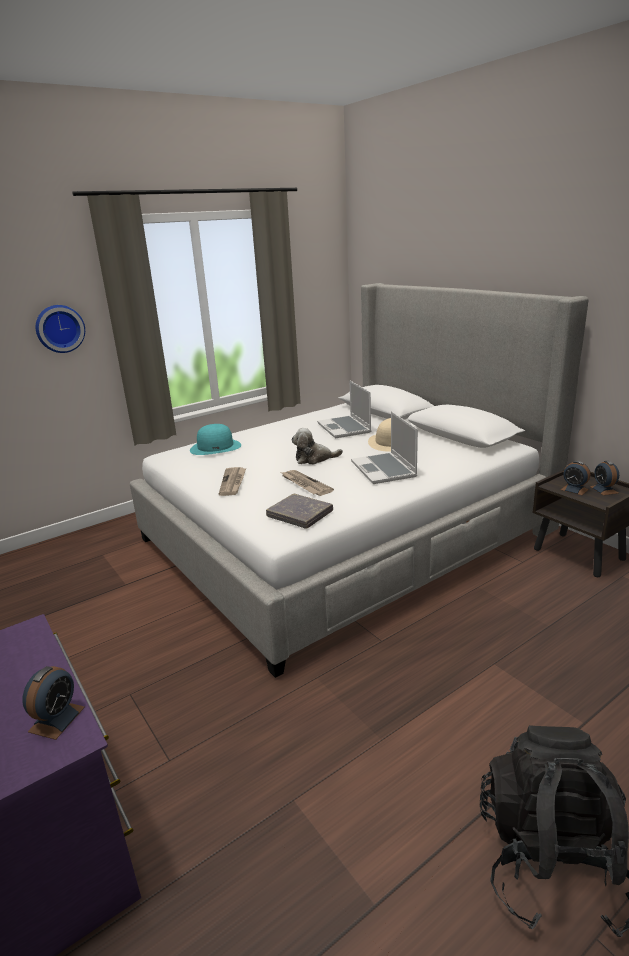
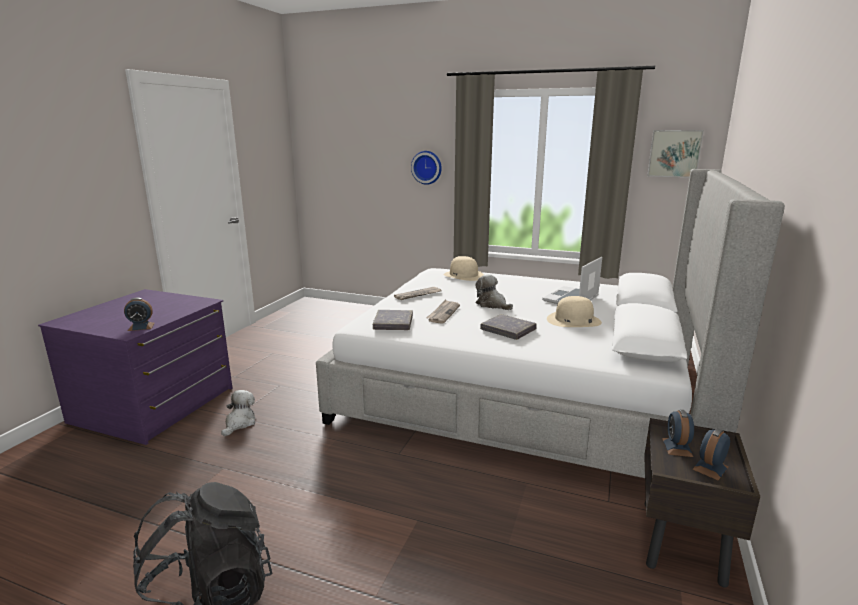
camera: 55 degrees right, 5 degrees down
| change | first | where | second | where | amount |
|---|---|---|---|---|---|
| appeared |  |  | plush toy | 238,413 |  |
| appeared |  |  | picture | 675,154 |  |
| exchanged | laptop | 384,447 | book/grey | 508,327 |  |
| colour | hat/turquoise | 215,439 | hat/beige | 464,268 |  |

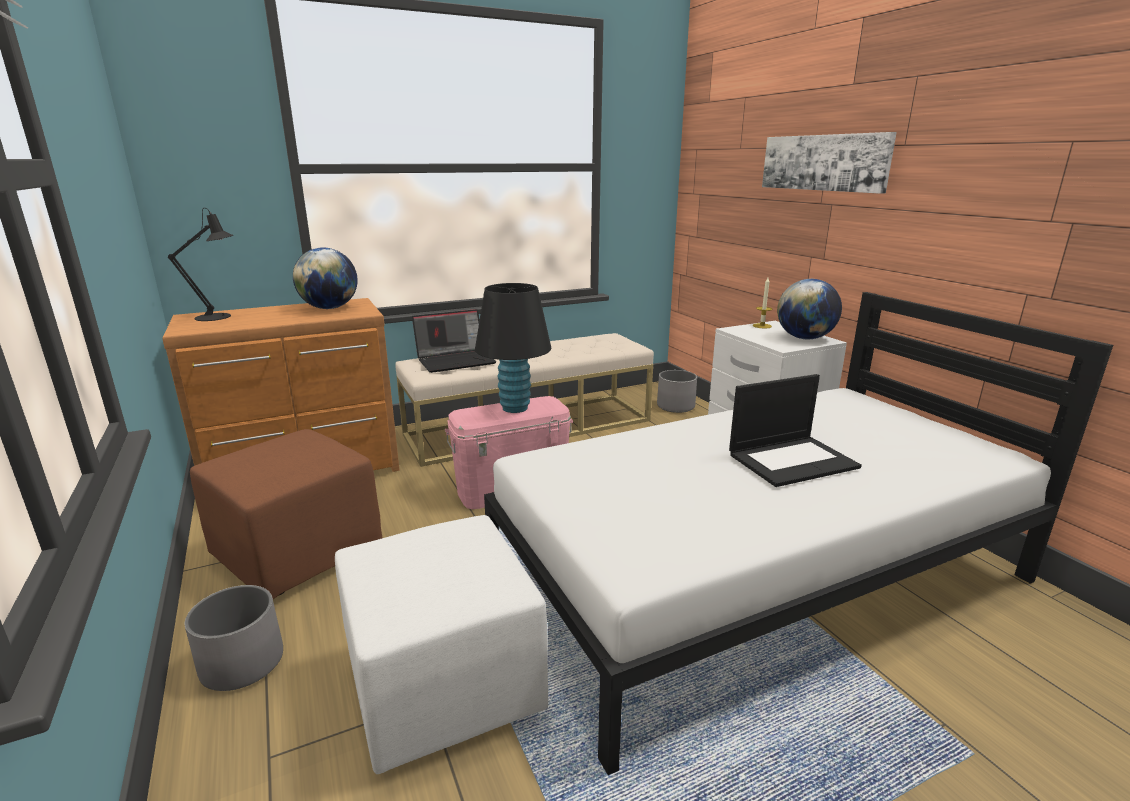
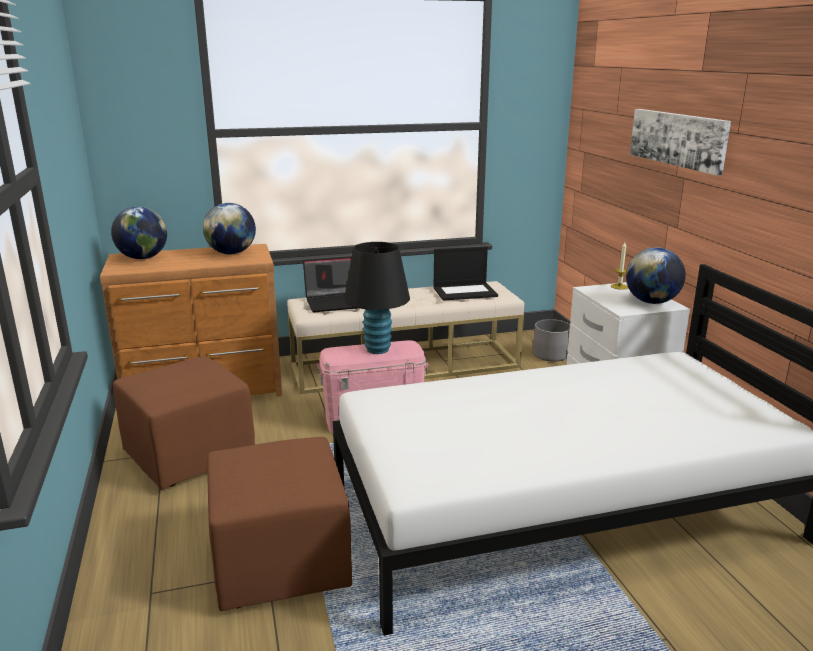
camera: 10 degrees right, 0 degrees up
| change | first | where | second | where | amount |
|---|---|---|---|---|---|
| missing | planter/grey | 234,638 |  |  |  |
| relocated | laptop | 795,430 |  | 466,273 |  |
| exchanged | table lamp/black | 201,264 | globe | 139,232 |  |
| colour | ottoman/white | 441,644 | ottoman/brown | 279,524 |  |

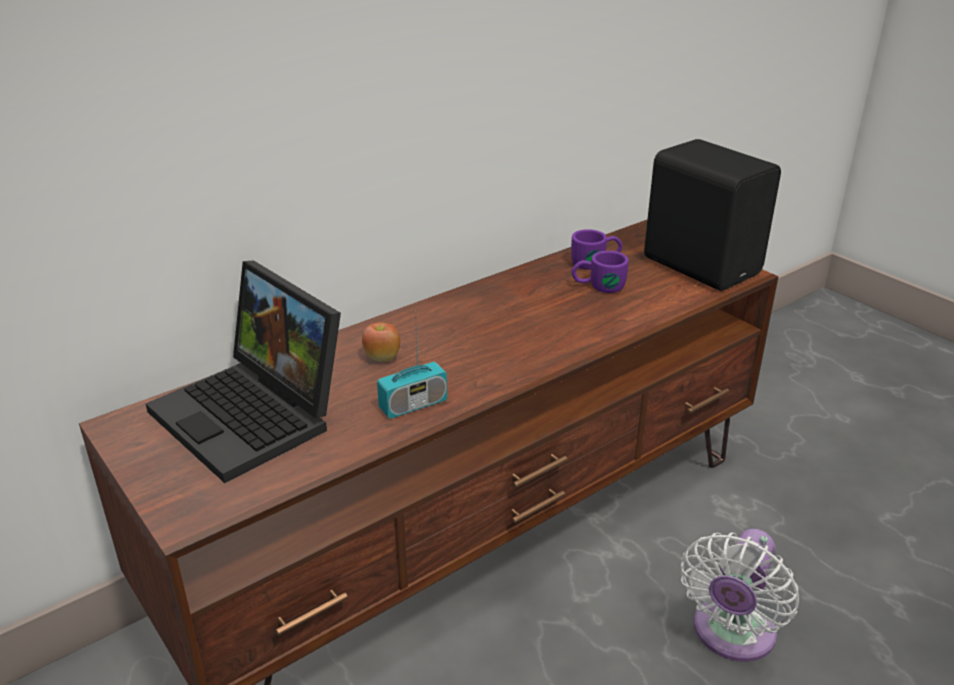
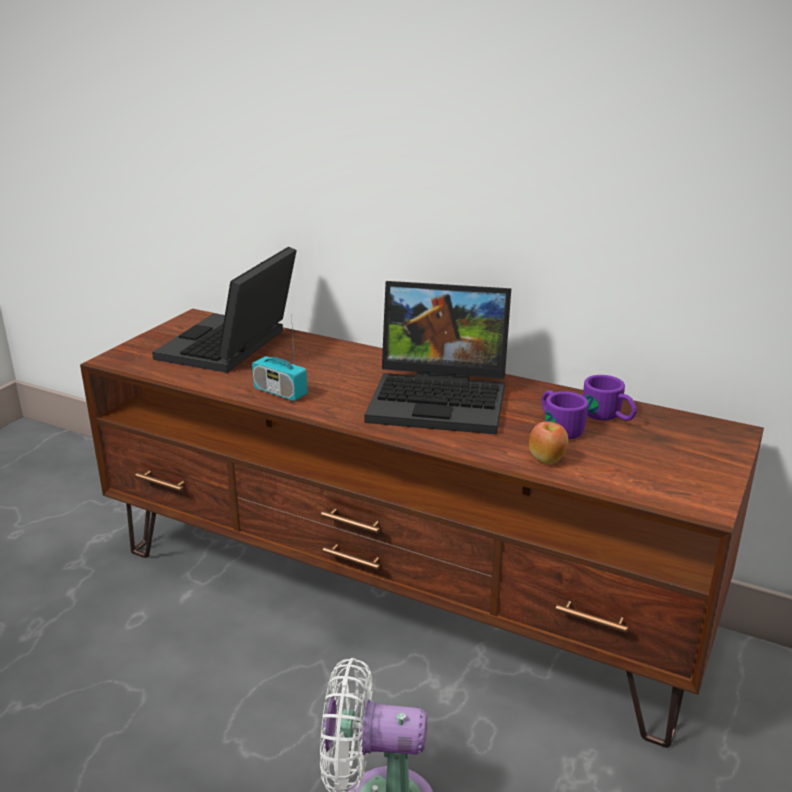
camera: 65 degrees right, 5 degrees down
| change | first | where | second | where | amount |
|---|---|---|---|---|---|
| missing | speaker/black | 712,215 |  |  |  |
| appeared |  |  | laptop | 437,357 |  |
| relocated | apple | 381,341 |  | 548,442 |  |

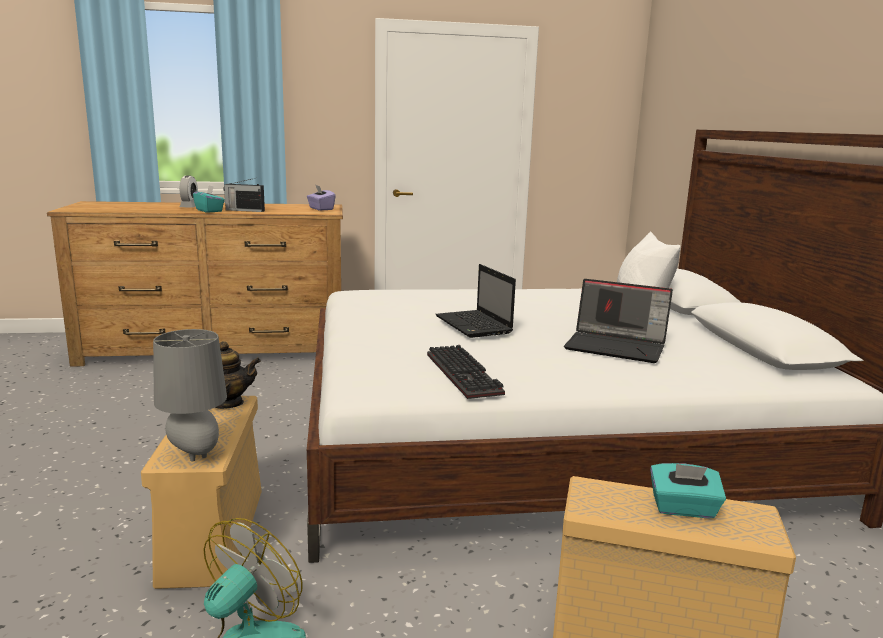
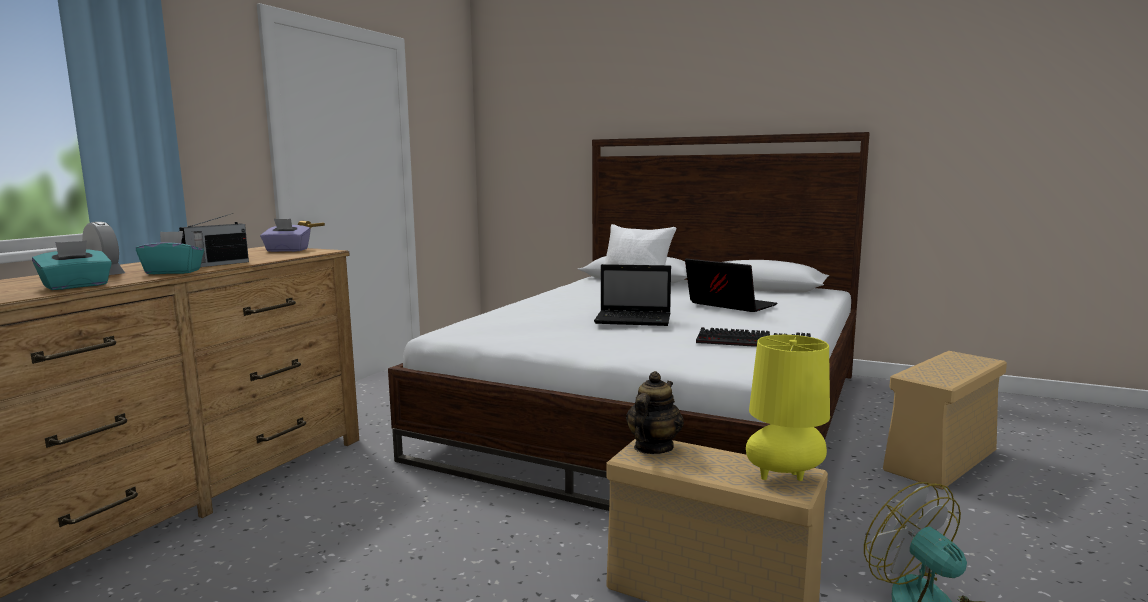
camera: 55 degrees left, 5 degrees down
| change | first | where | second | where | amount |
|---|---|---|---|---|---|
| relocated | tissue box/turquoise | 688,490 |  | 72,265 |  |
| colour | table lamp/grey | 190,395 | table lamp/yellow | 788,408 |  |
| spun | laptop | 618,321 |  | 731,285 | 105 degrees counterclockwise |

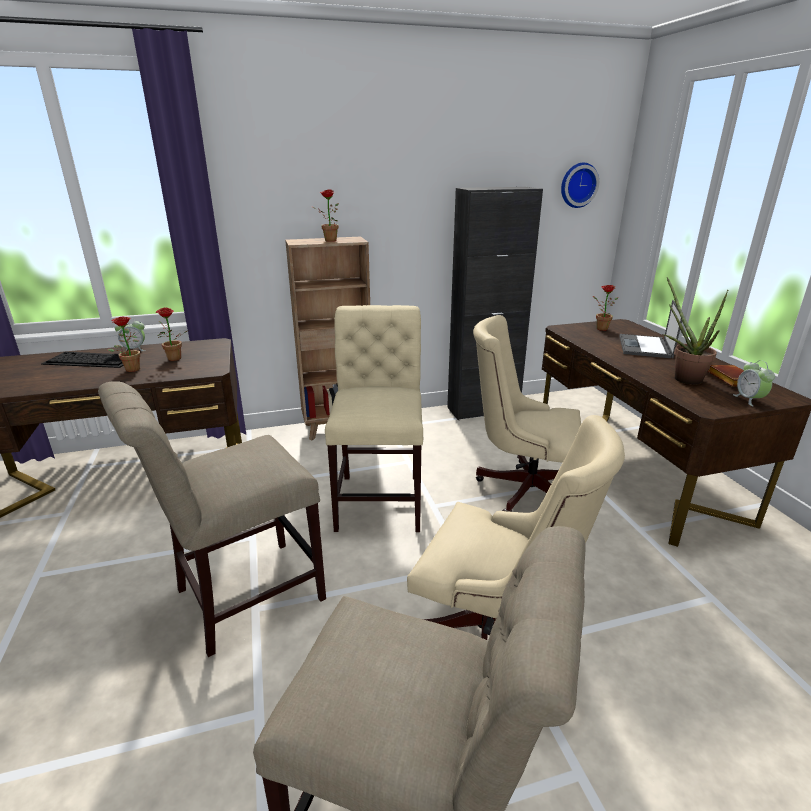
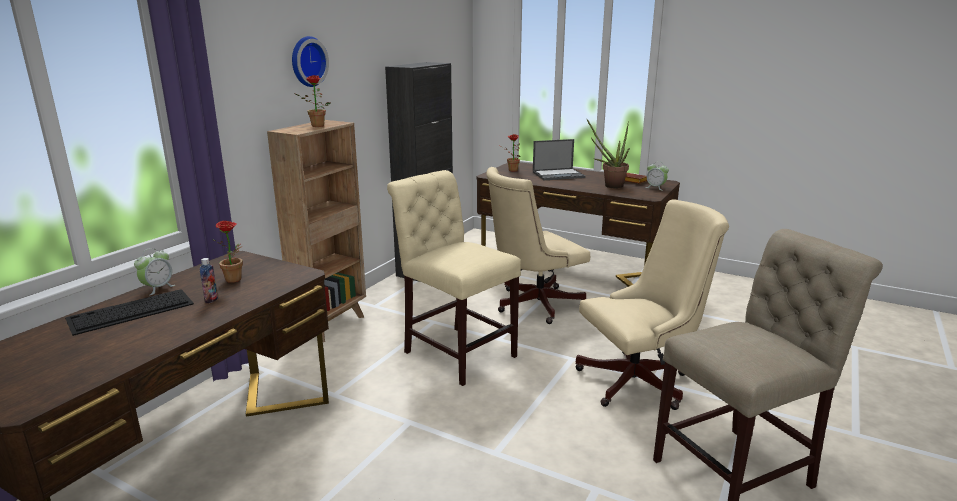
camera: 45 degrees left, 5 degrees down
| change | first | where | second | where | amount |
|---|---|---|---|---|---|
| missing | chair/beige | 212,519 |  |  |  |
| relocated | wall clock | 580,185 |  | 310,61 |  |
| exchanged | potted plant | 124,344 | bottle | 209,280 |  |
| spun | laptop | 650,329 |  | 559,159 | 75 degrees counterclockwise |

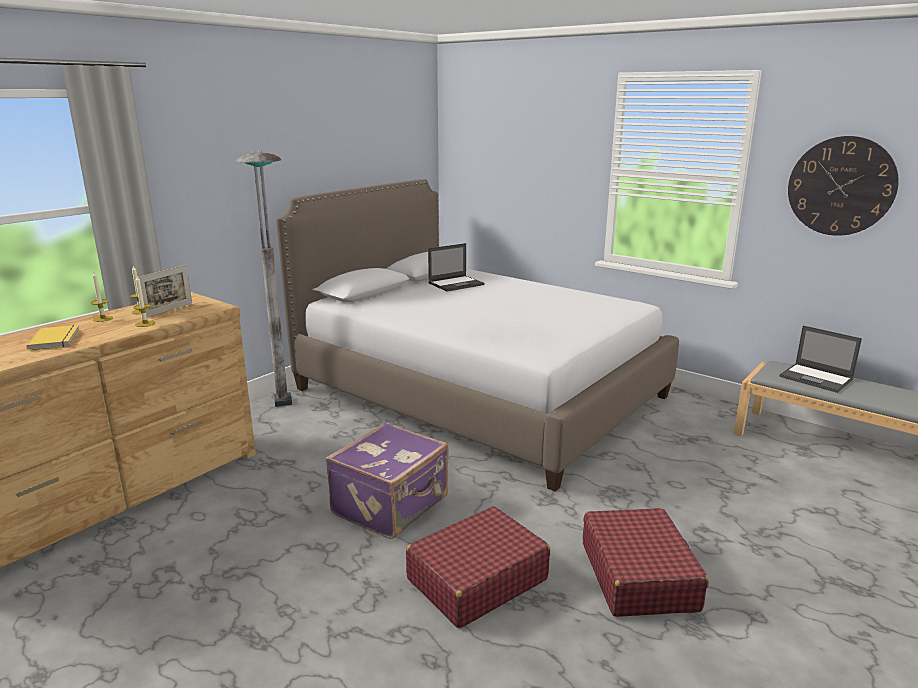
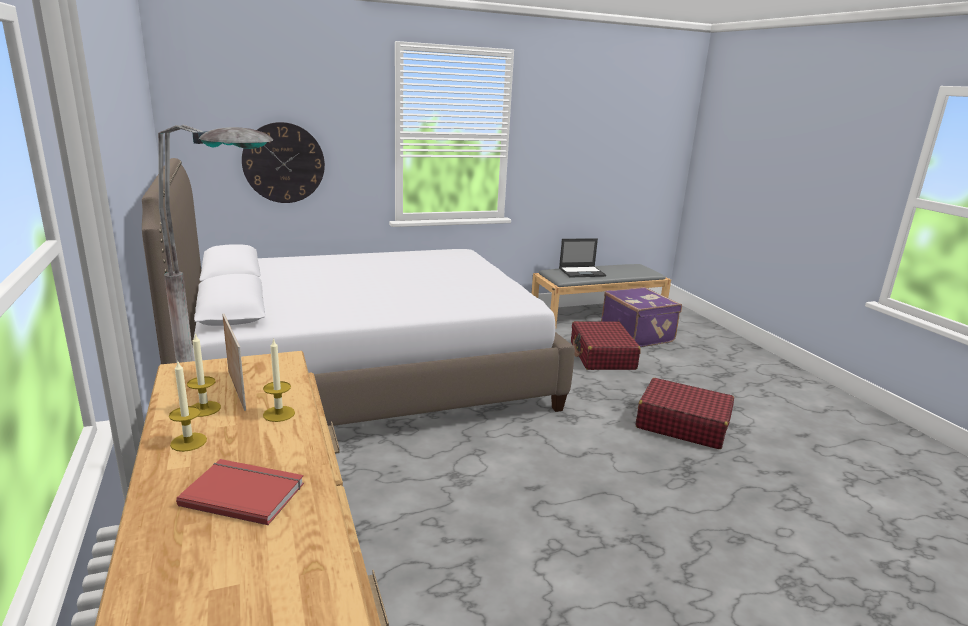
camera: 60 degrees left, 0 degrees up
| change | first | where | second | where | amount |
|---|---|---|---|---|---|
| missing | laptop | 456,267 |  |  |  |
| relocated | suitcase/purple | 387,480 |  | 641,317 |  |
| relocated | suitcase/red | 478,567 |  | 606,345 |  |
| relocated | wall clock | 843,186 |  | 283,162 |  |
| colour | book/yellow | 53,337 | book/red | 240,492 |  |

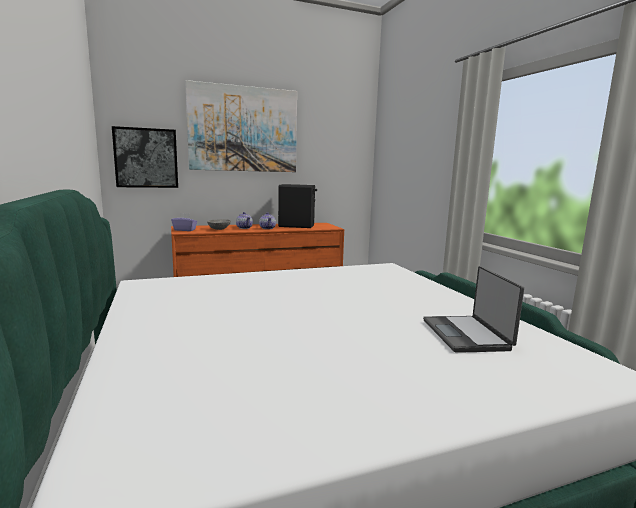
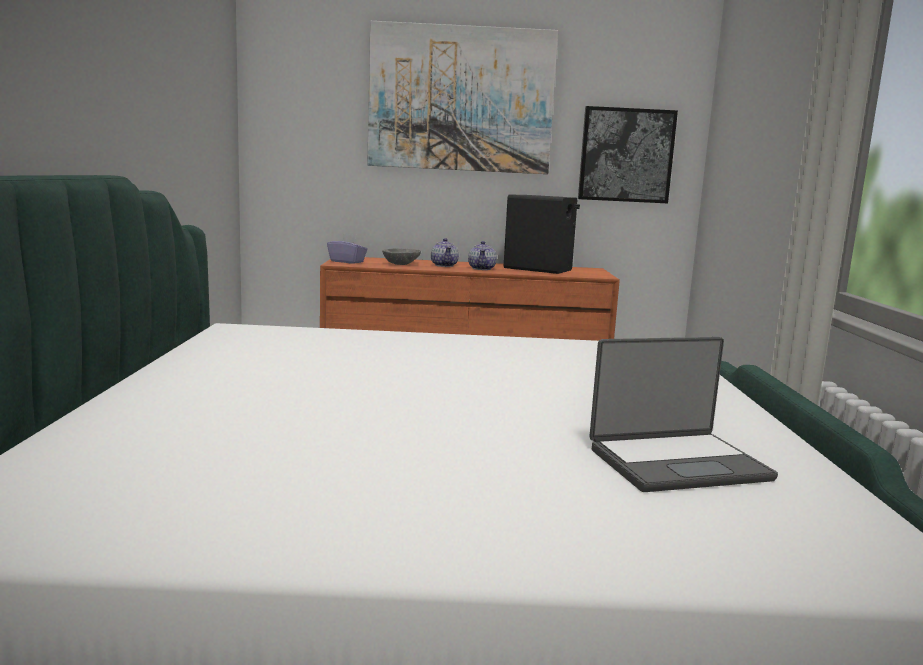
camera: 20 degrees right, 0 degrees up
| change | first | where | second | where | amount |
|---|---|---|---|---|---|
| relocated | picture | 145,157 |  | 628,154 |  |
| spun | laptop | 473,309 |  | 683,414 | 120 degrees counterclockwise |

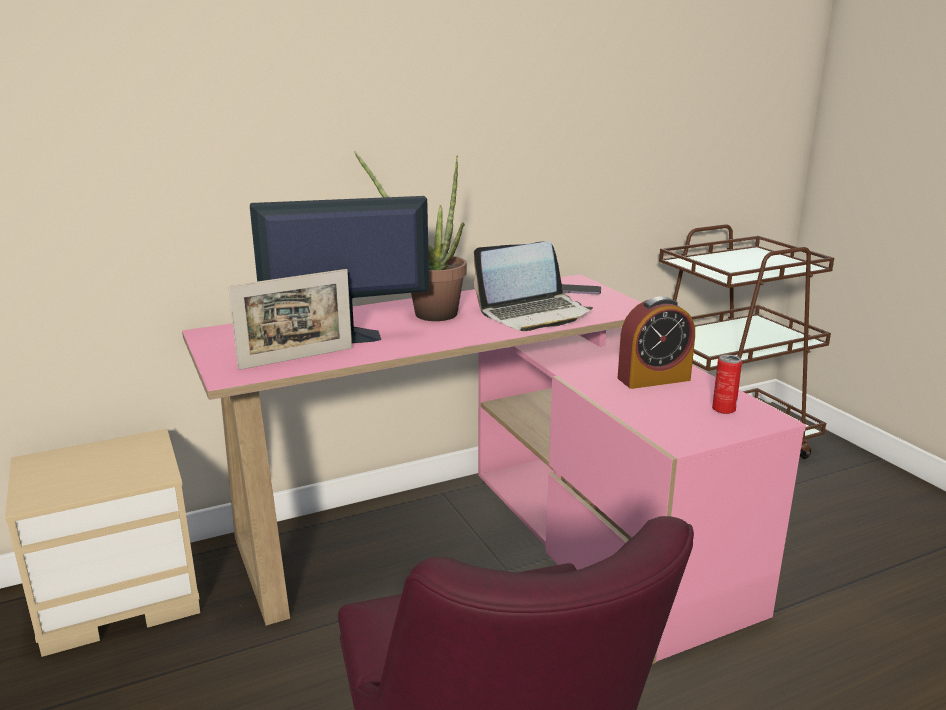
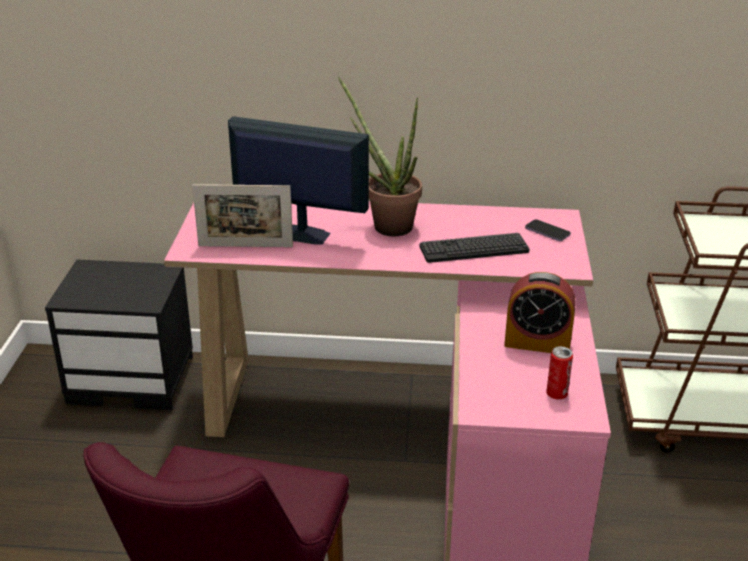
camera: 30 degrees right, 10 degrees up
| change | first | where | second | where | amount |
|---|---|---|---|---|---|
| exchanged | laptop | 533,286 | keyboard | 474,248 |  |
| colour | nightstand/beige | 102,543 | nightstand/black | 119,335 |  |

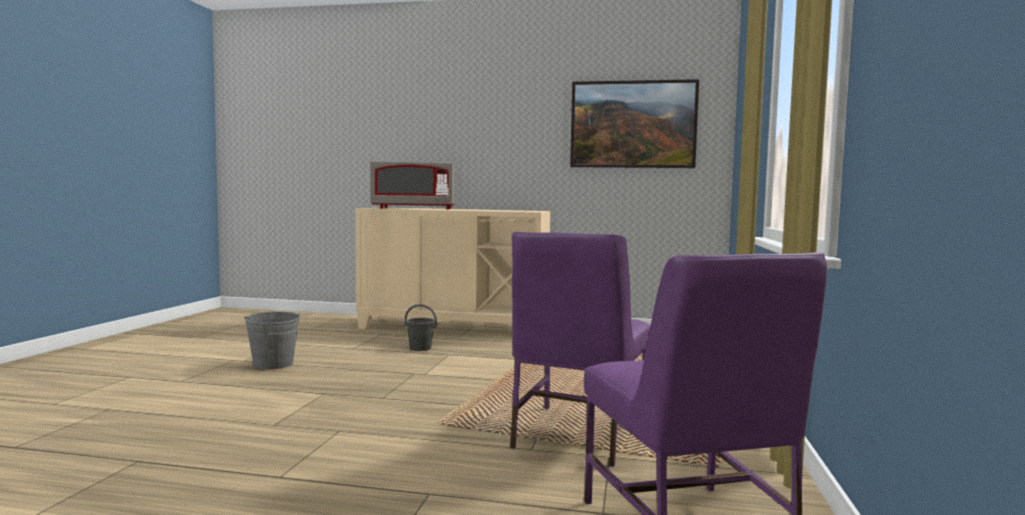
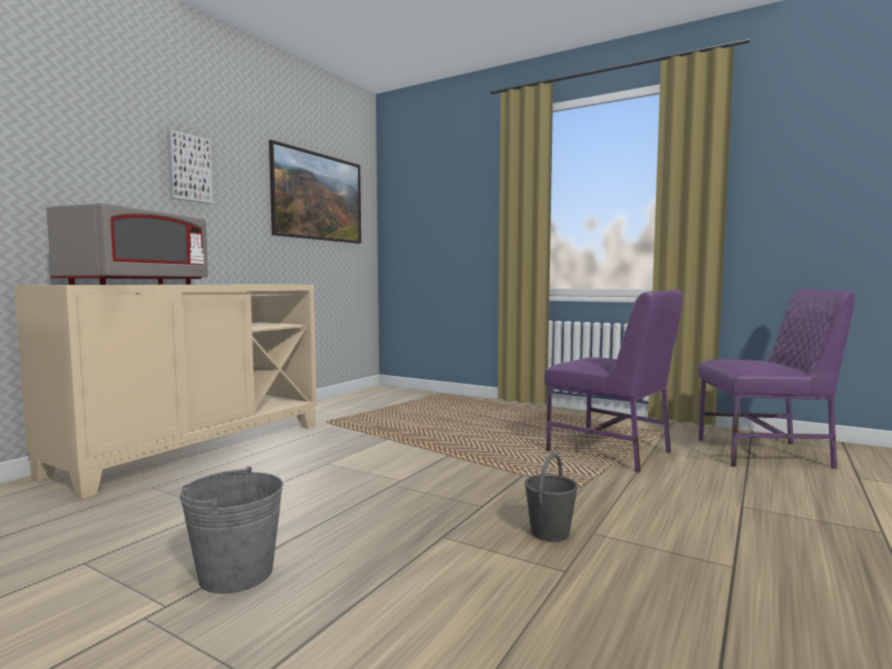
camera: 70 degrees left, 0 degrees up
| change | first | where | second | where | amount |
|---|---|---|---|---|---|
| appeared |  |  | picture | 190,167 |  |
| relocated | bucket/grey | 420,327 |  | 551,497 |  |

